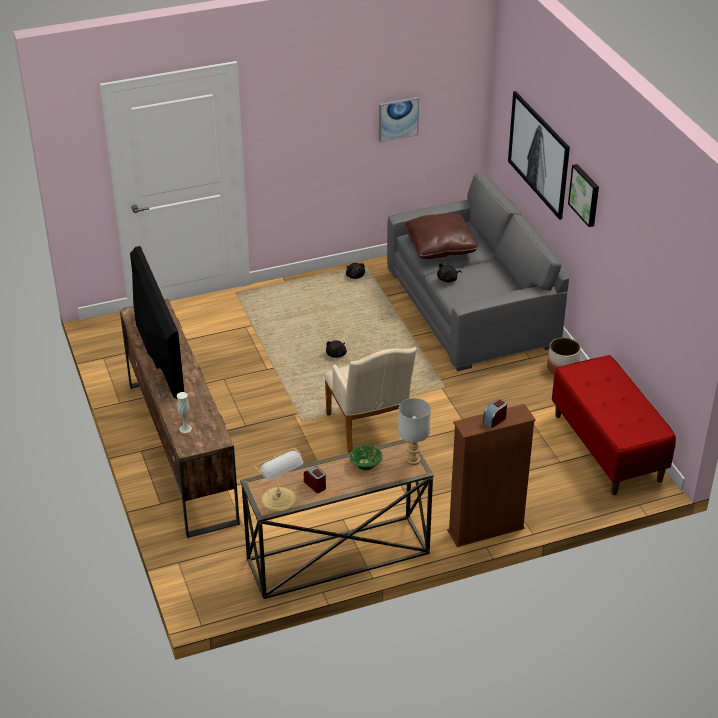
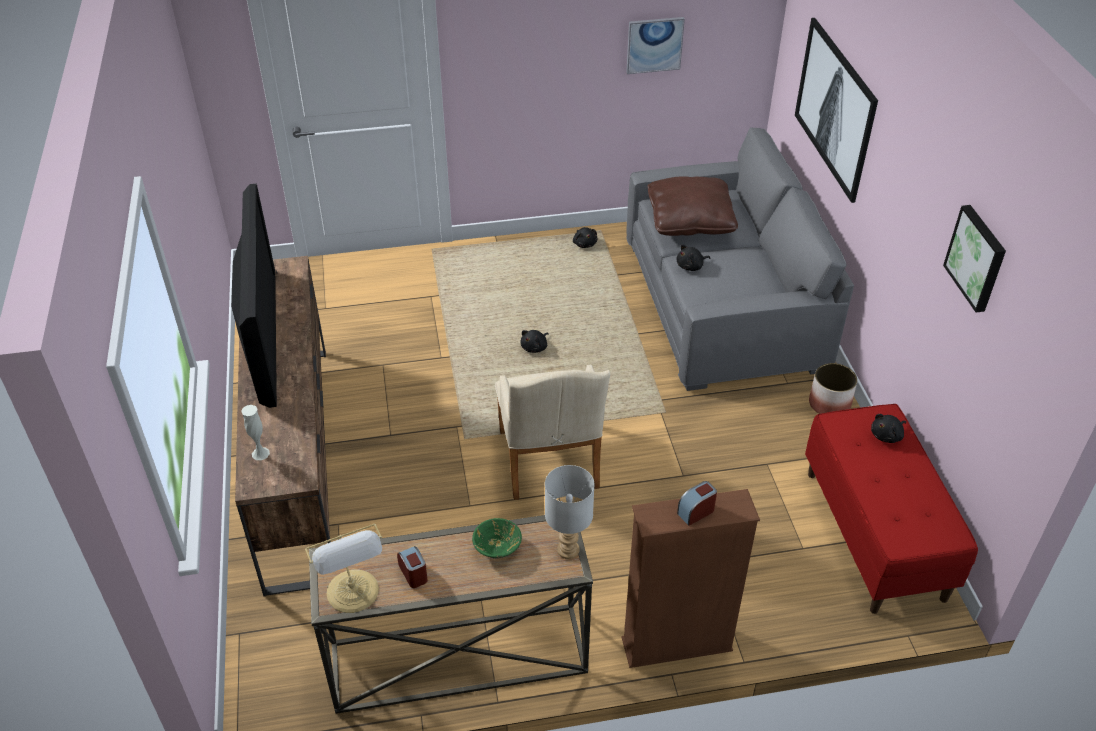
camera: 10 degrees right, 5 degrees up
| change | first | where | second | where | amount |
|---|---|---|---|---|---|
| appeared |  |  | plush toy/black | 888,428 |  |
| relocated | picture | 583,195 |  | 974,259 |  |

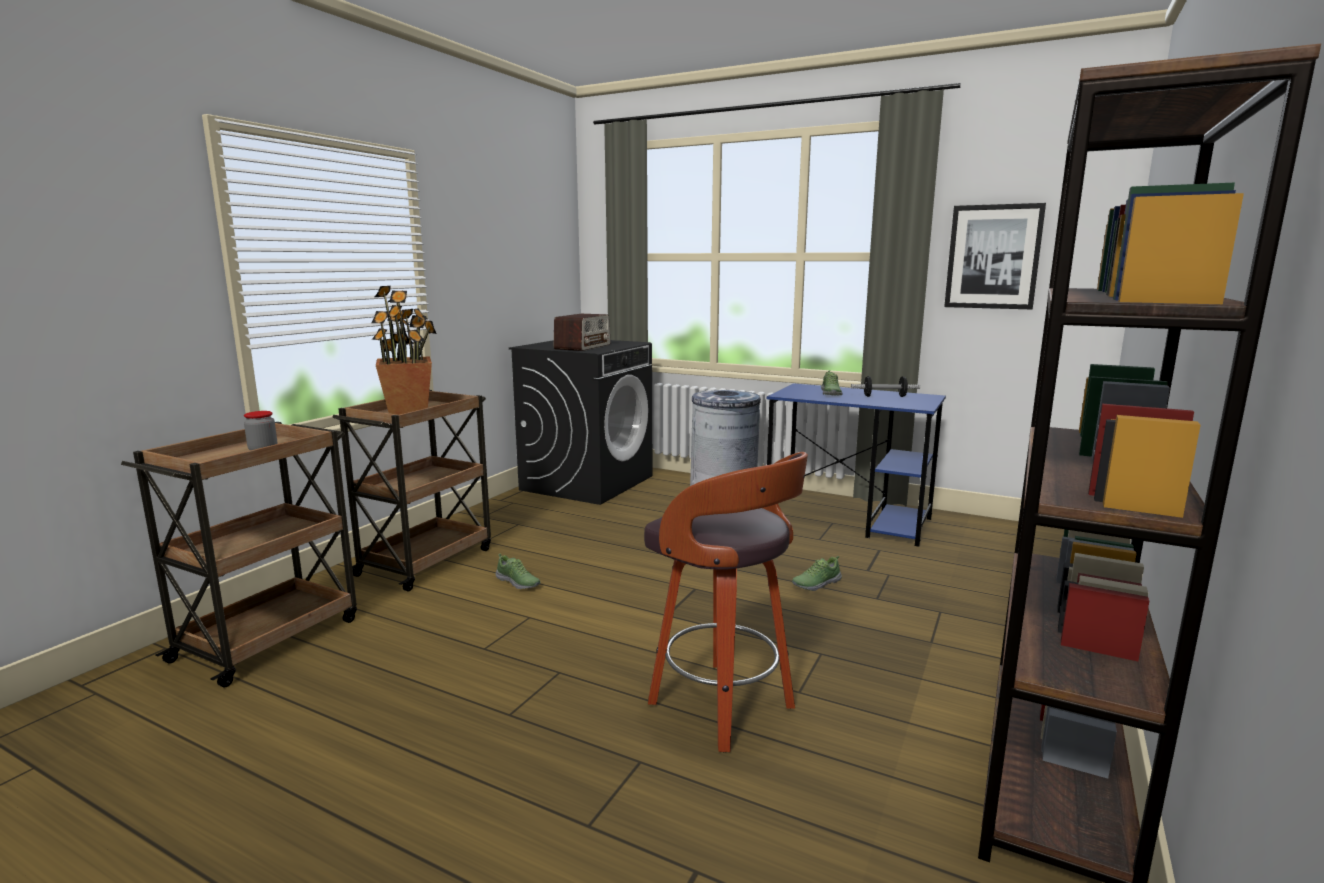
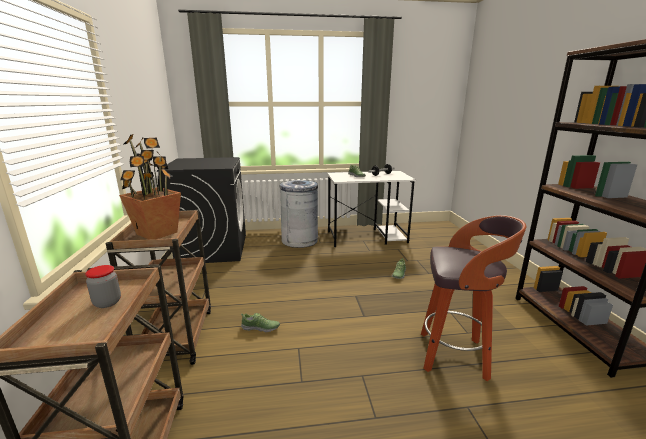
camera: 35 degrees left, 5 degrees up
| change | first | where | second | where | amount |
|---|---|---|---|---|---|
| missing | radio | 582,332 |  |  |  |
| missing | picture | 995,256 |  |  |  |
| colour | desk/blue | 856,465 | desk/white | 371,209 |  |

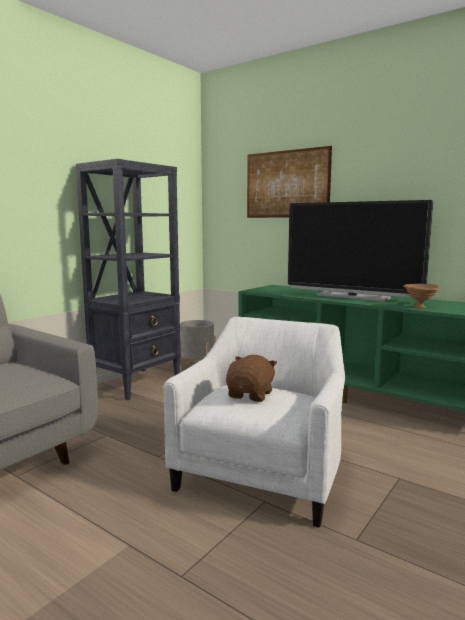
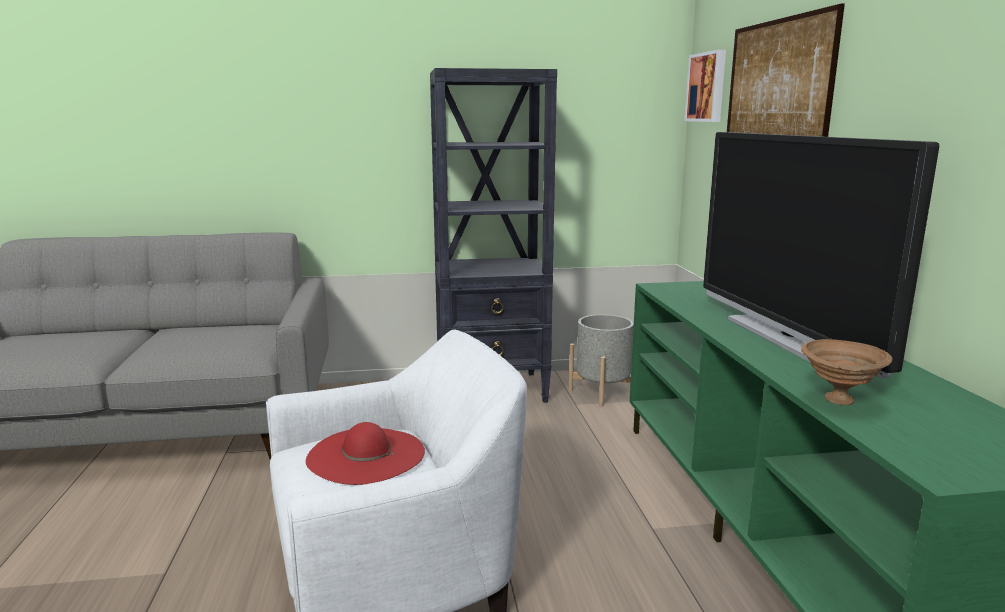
camera: 45 degrees right, 5 degrees up
| change | first | where | second | where | amount |
|---|---|---|---|---|---|
| appeared |  |  | picture | 705,86 |  |
| exchanged | plush toy/brown | 251,378 | hat/red | 365,453 |  |

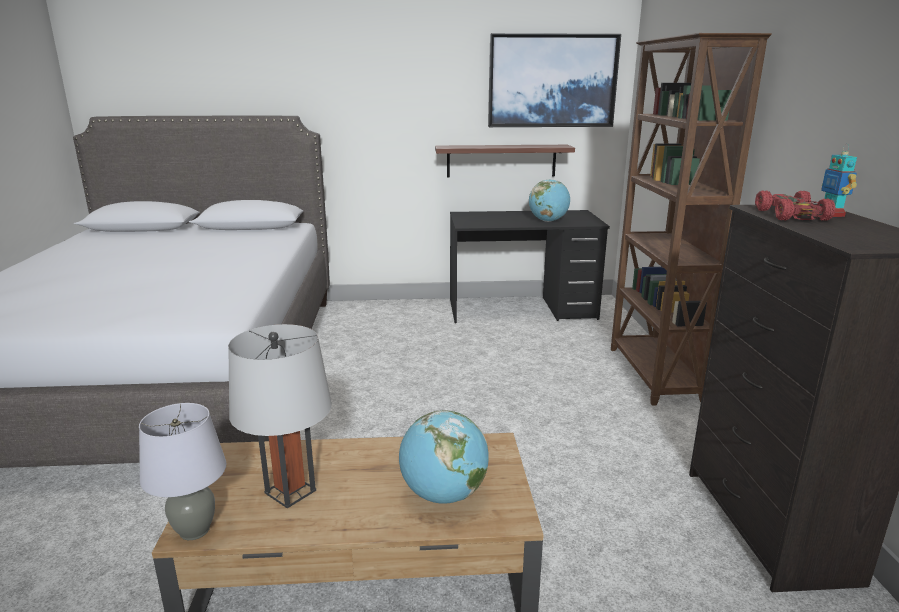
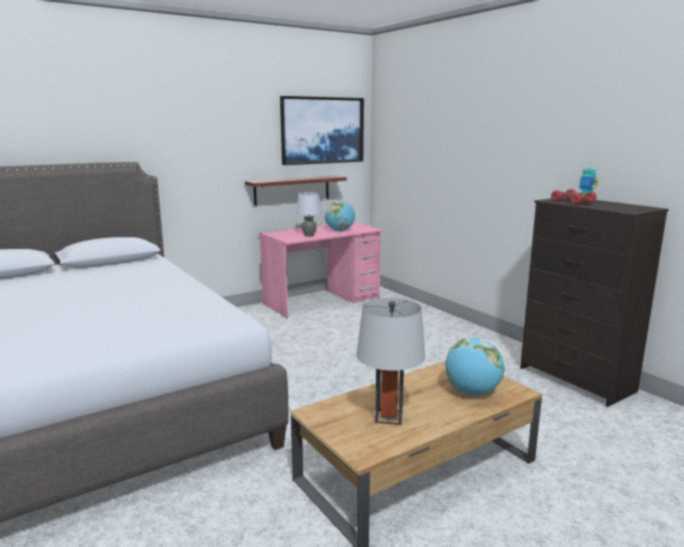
camera: 30 degrees left, 5 degrees down
| change | first | where | second | where | amount |
|---|---|---|---|---|---|
| missing | bookcase/brown | 691,219 |  |  |  |
| relocated | table lamp/grey | 182,471 |  | 309,214 |  |
| colour | desk/black | 530,266 | desk/pink | 321,270 |  |

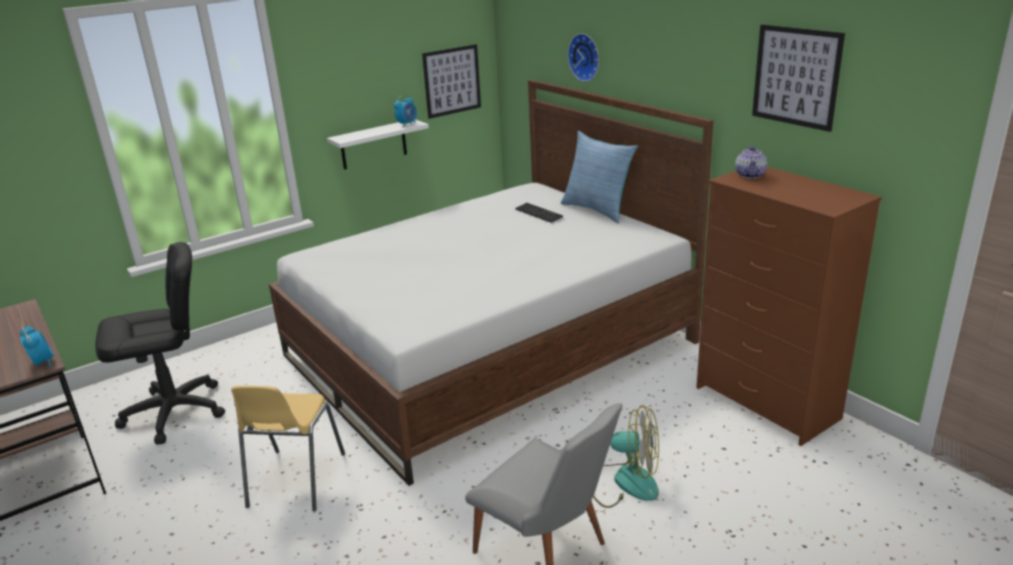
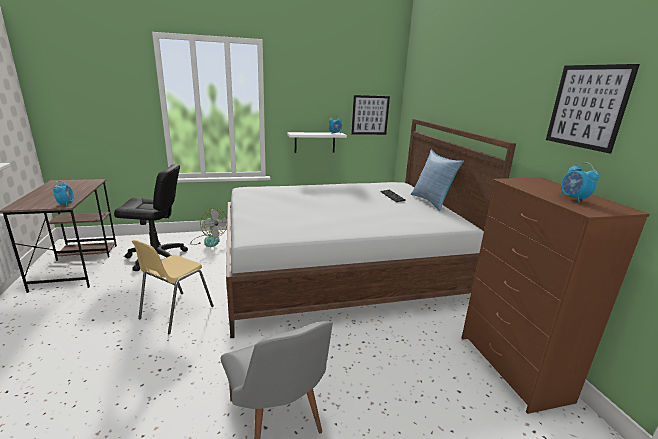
camera: 20 degrees right, 5 degrees down
| change | first | where | second | where | amount |
|---|---|---|---|---|---|
| missing | wall clock | 583,57 |  |  |  |
| missing | teapot | 751,162 |  |  |  |
| appeared |  |  | alarm clock | 579,183 |  |
| relocated | fan | 626,456 |  | 208,227 |  |

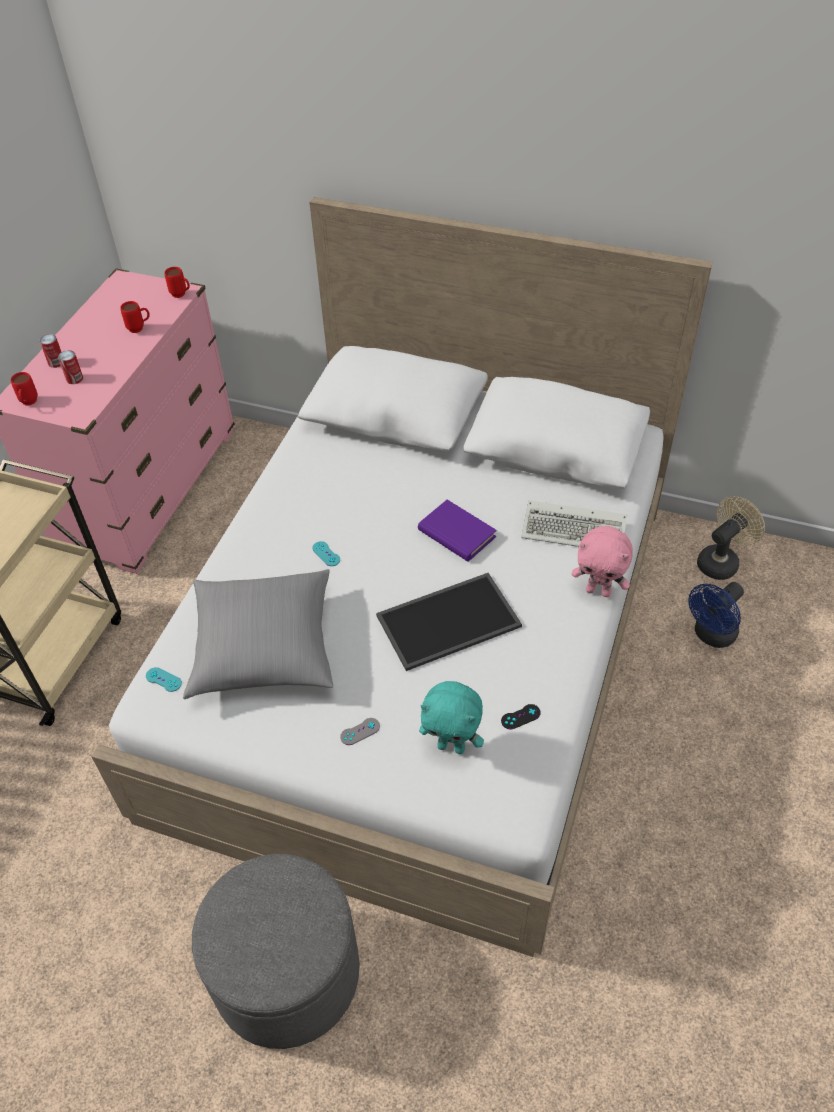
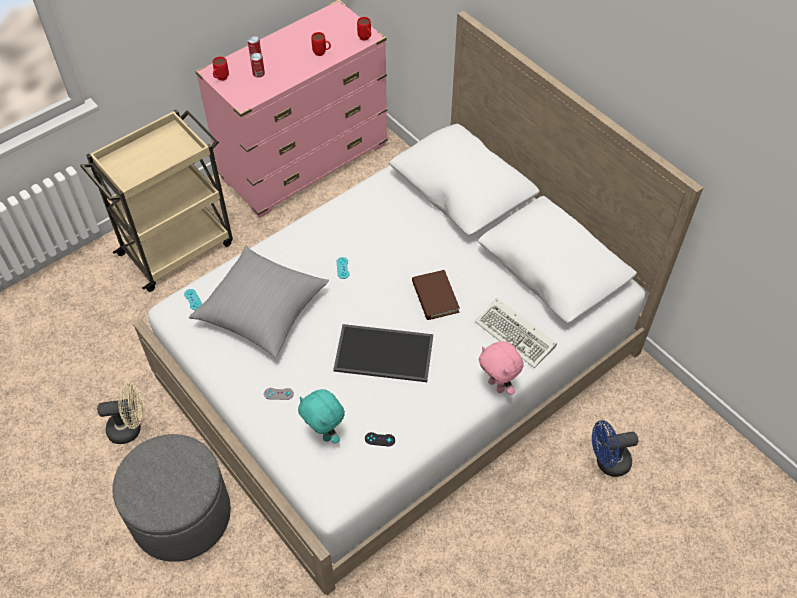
camera: 30 degrees right, 5 degrees up
| change | first | where | second | where | amount |
|---|---|---|---|---|---|
| relocated | fan/beige | 731,538 |  | 120,413 |  |
| colour | book/purple | 457,531 | book/brown | 436,295 |  |

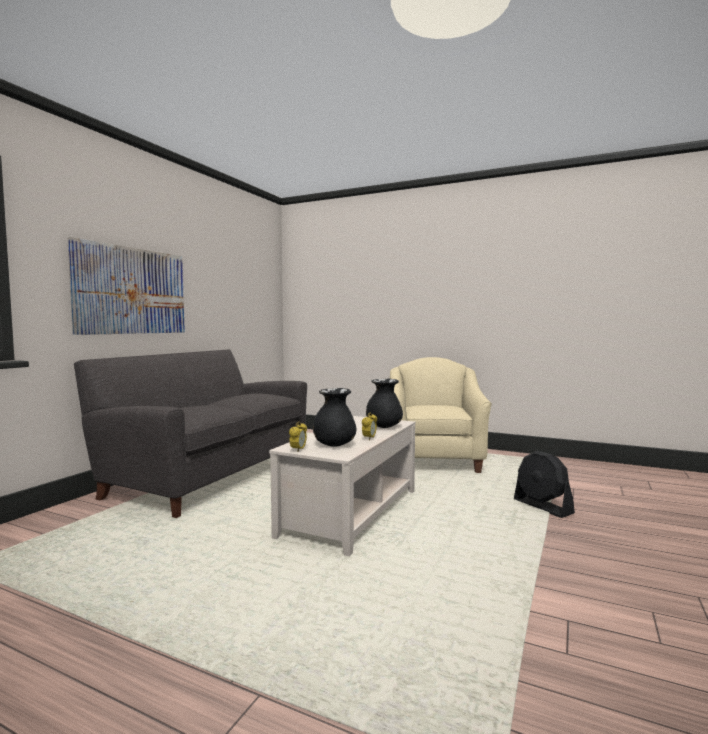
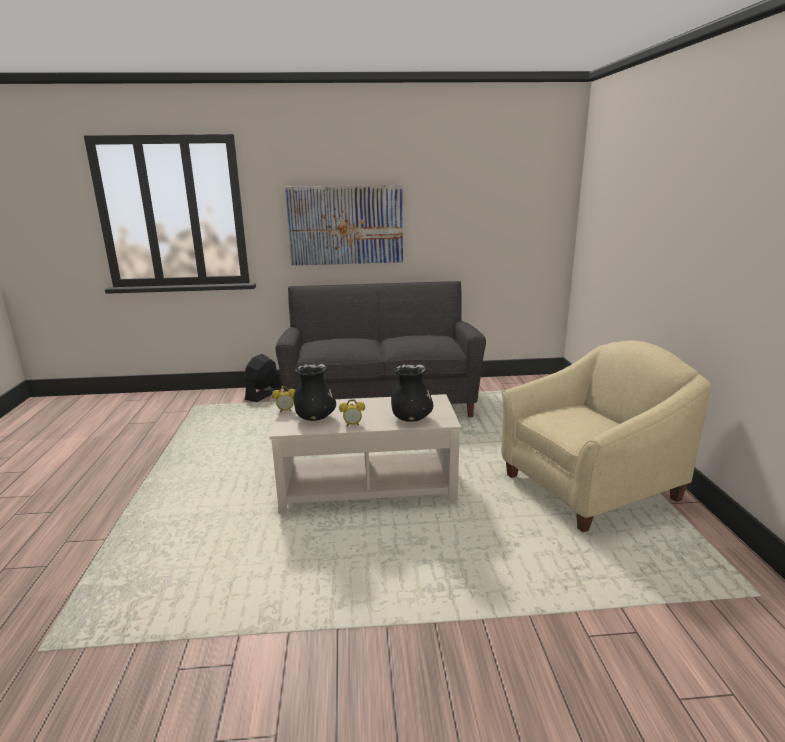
camera: 60 degrees right, 15 degrees up
| change | first | where | second | where | amount |
|---|---|---|---|---|---|
| relocated | fan/black | 544,484 |  | 263,378 |  |

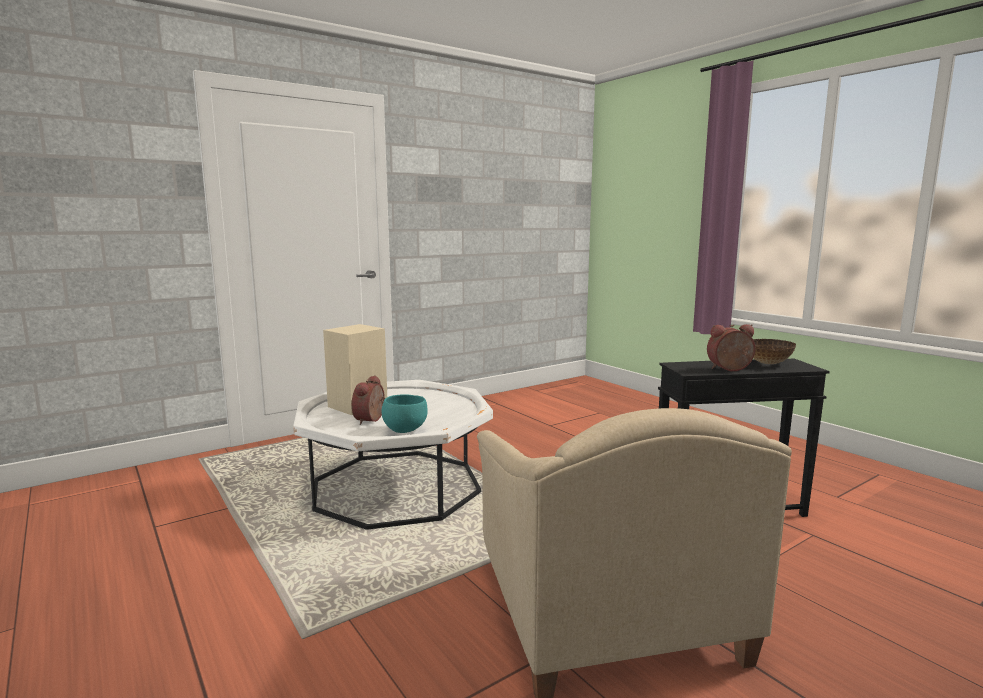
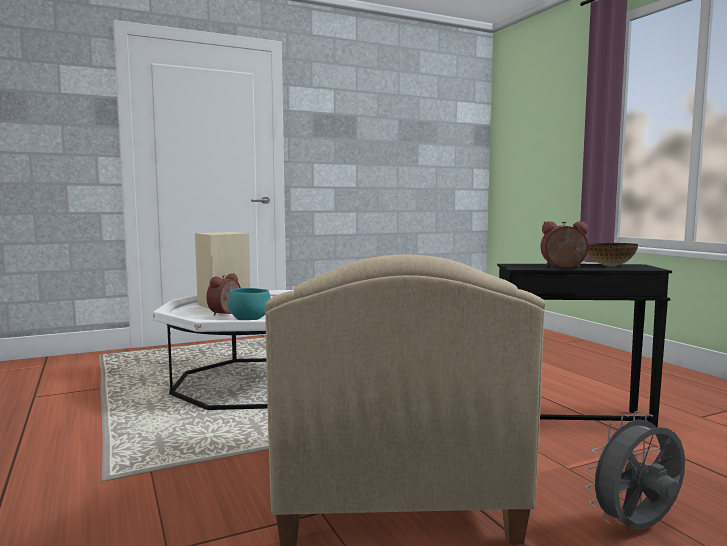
camera: 10 degrees right, 5 degrees down
| change | first | where | second | where | amount |
|---|---|---|---|---|---|
| appeared |  |  | fan/grey | 635,470 |  |

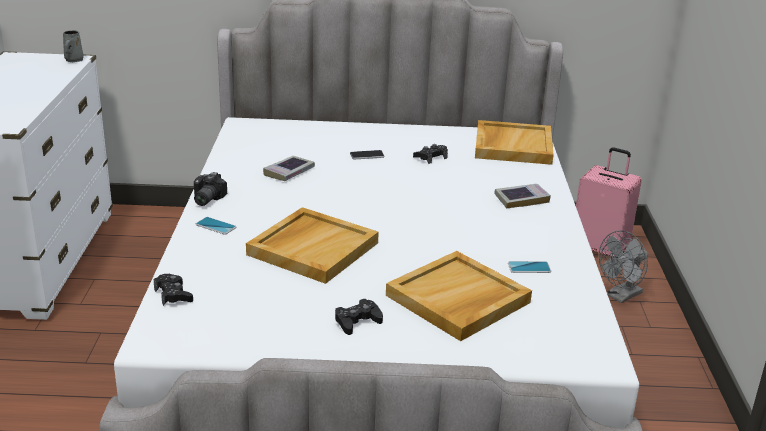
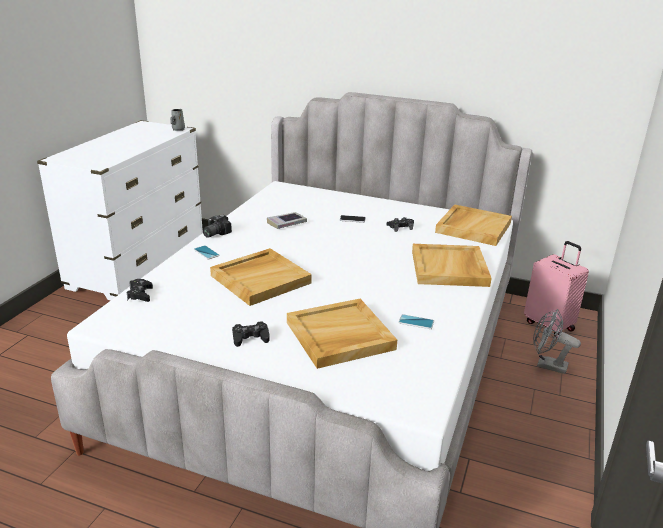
camera: 20 degrees right, 0 degrees up
| change | first | where | second | where | amount |
|---|---|---|---|---|---|
| exchanged | book | 522,196 | tray/beige | 452,265 |  |
| spun | fan/grey | 623,266 |  | 557,341 | 45 degrees clockwise |

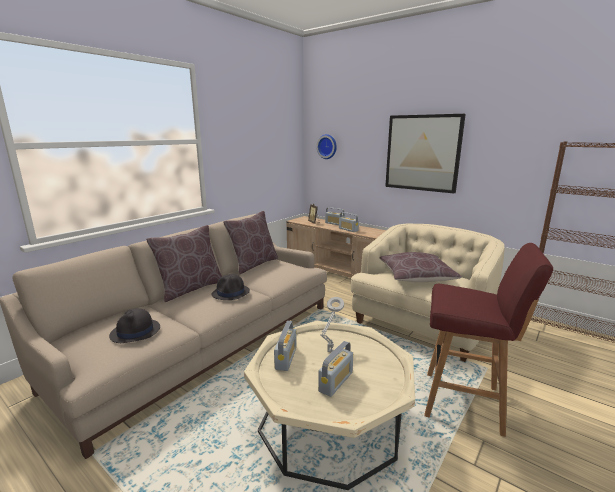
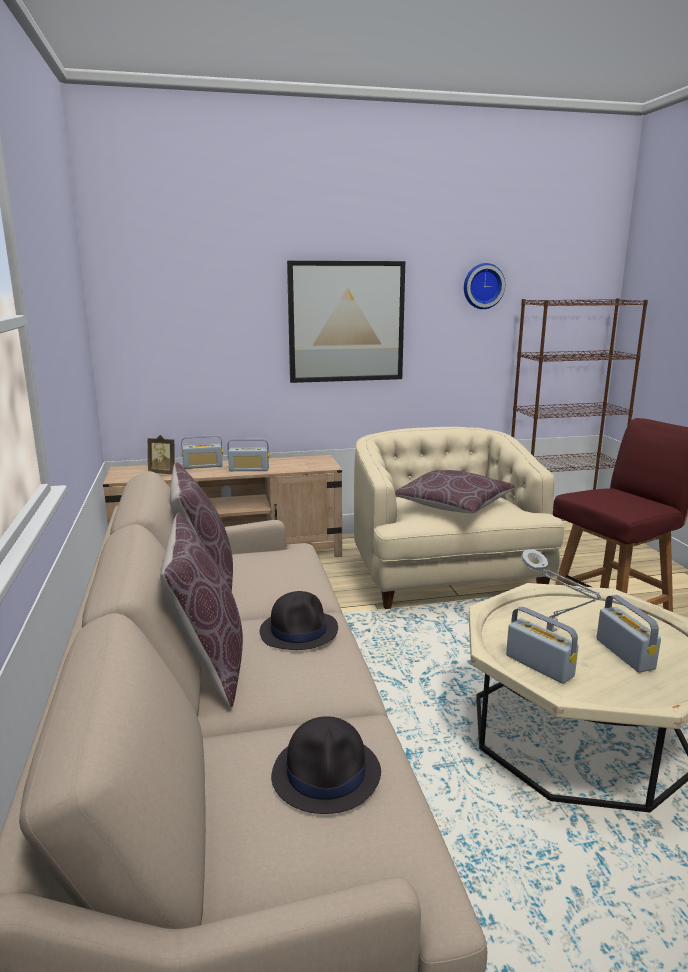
camera: 50 degrees left, 0 degrees up
| change | first | where | second | where | amount |
|---|---|---|---|---|---|
| relocated | wall clock | 326,146 |  | 484,286 |  |

